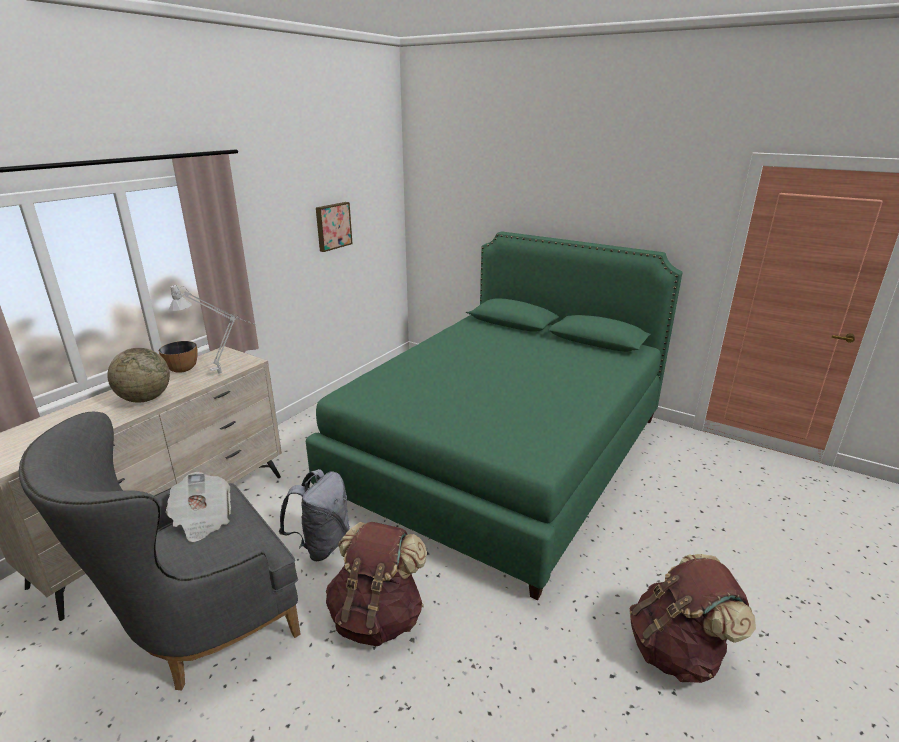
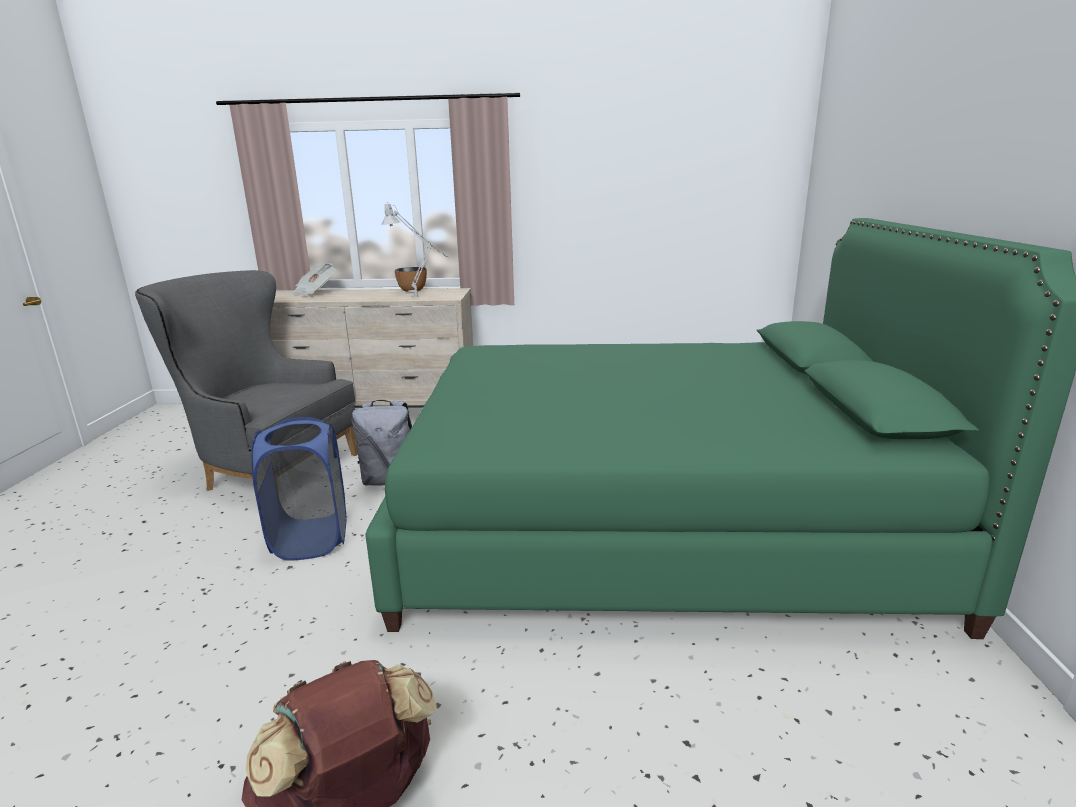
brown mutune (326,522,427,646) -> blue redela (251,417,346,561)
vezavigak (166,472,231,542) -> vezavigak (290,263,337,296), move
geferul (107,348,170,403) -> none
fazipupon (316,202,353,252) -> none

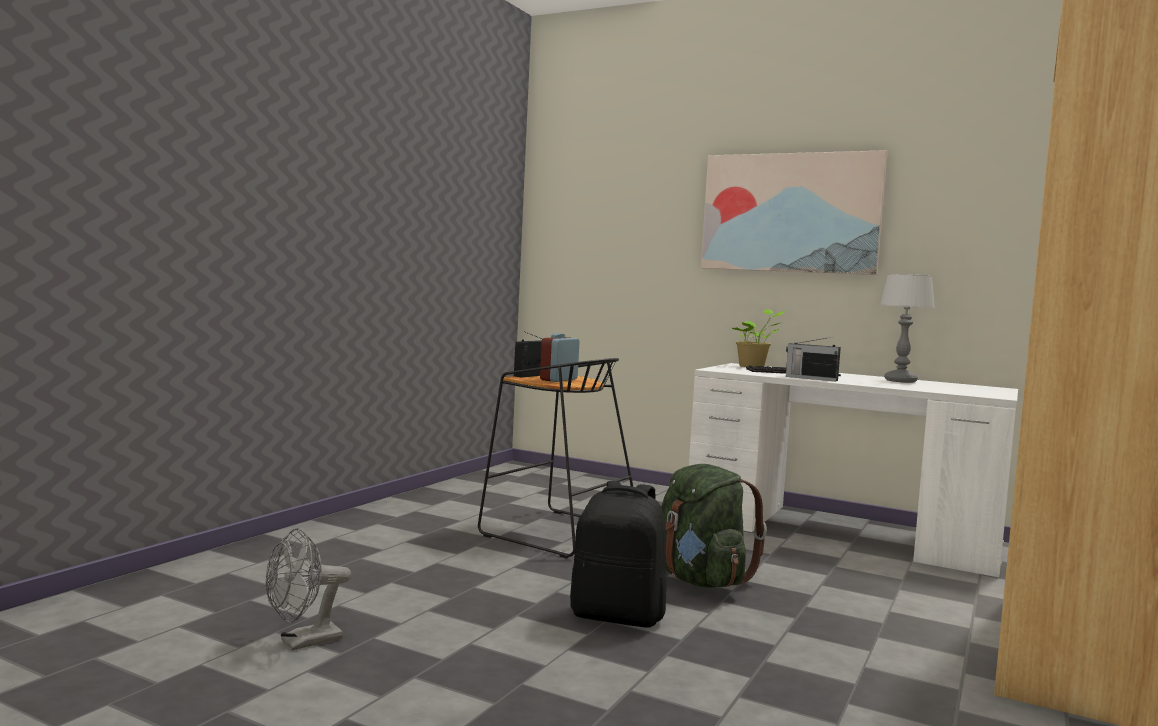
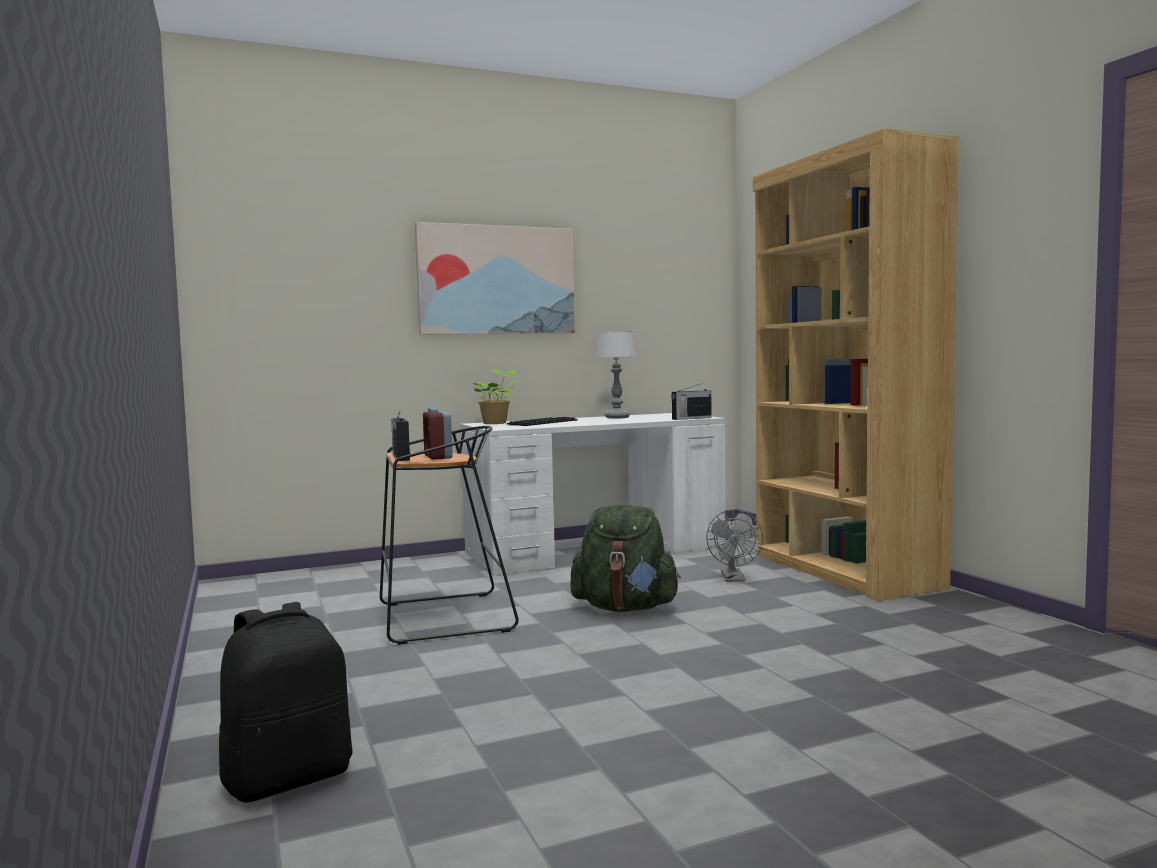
black mutune (570,481,667,628) -> black mutune (219,602,352,803), move
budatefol (786,337,841,382) -> budatefol (671,383,712,420), move
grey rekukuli (266,528,351,650) -> grey rekukuli (706,509,763,582), move

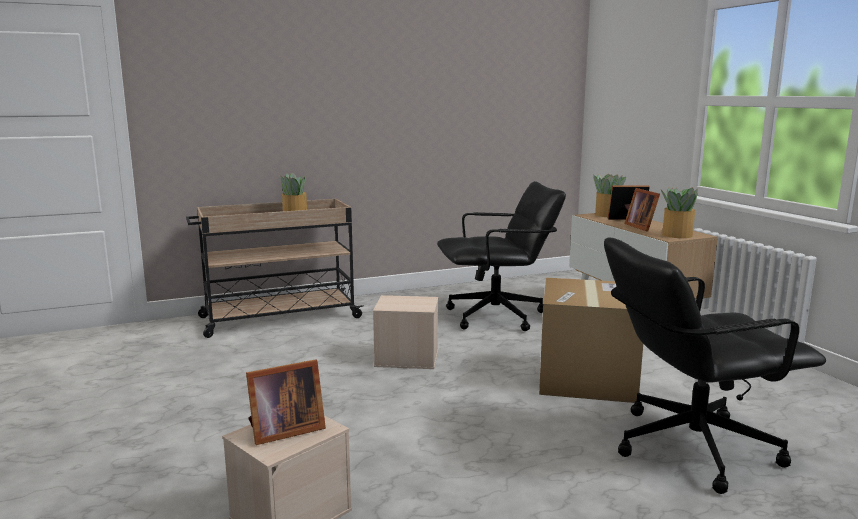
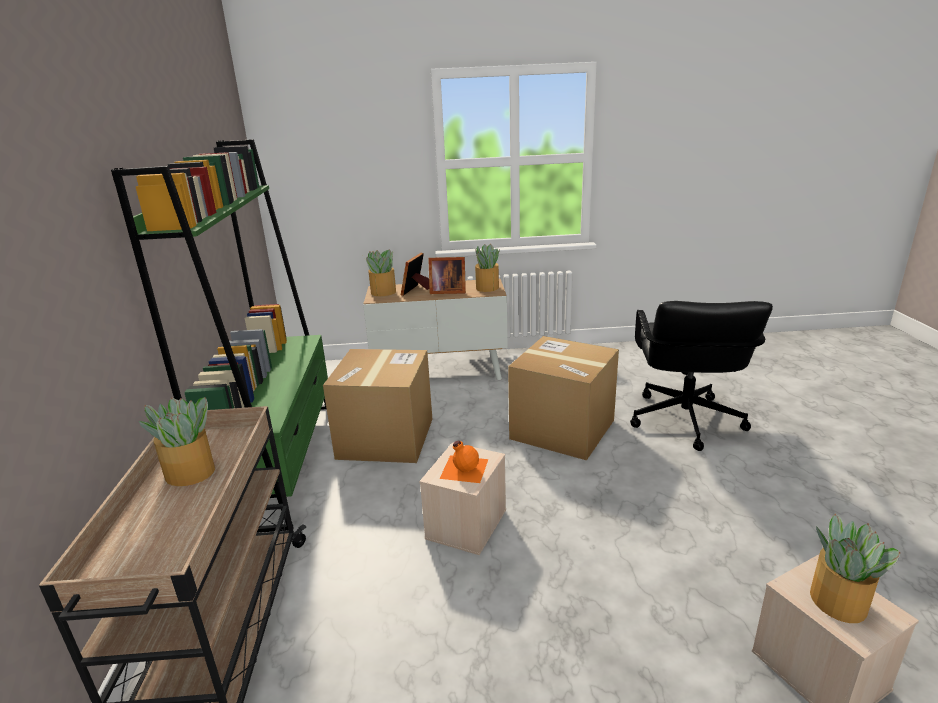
none -> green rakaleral (111,139,328,533)
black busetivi (437,181,566,331) -> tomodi (323,349,432,463)
none -> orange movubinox (440,440,489,483)
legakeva (246,359,326,445) -> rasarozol (810,514,900,623)

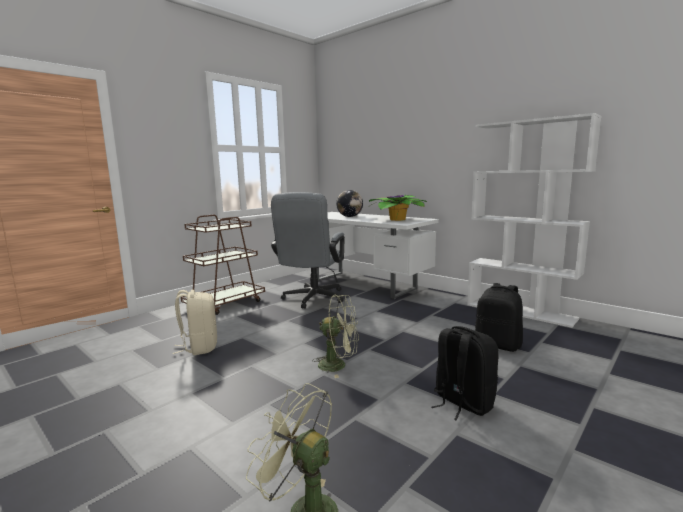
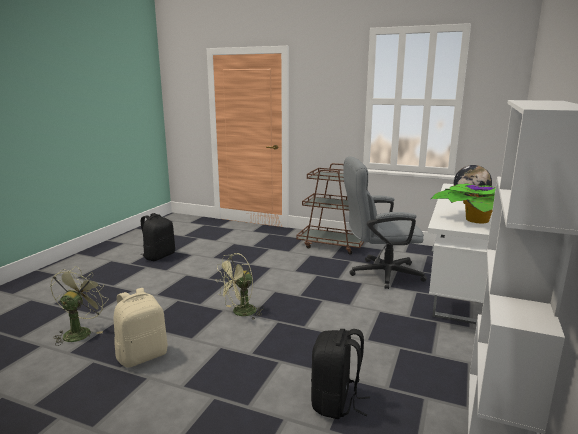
beige mutune (172,290,217,355) -> beige mutune (114,288,168,368), move
black mutune (432,326,499,421) -> black mutune (141,213,175,261), move
green rekukuli (312,295,359,378) -> green rekukuli (216,253,264,319), 60 degrees clockwise

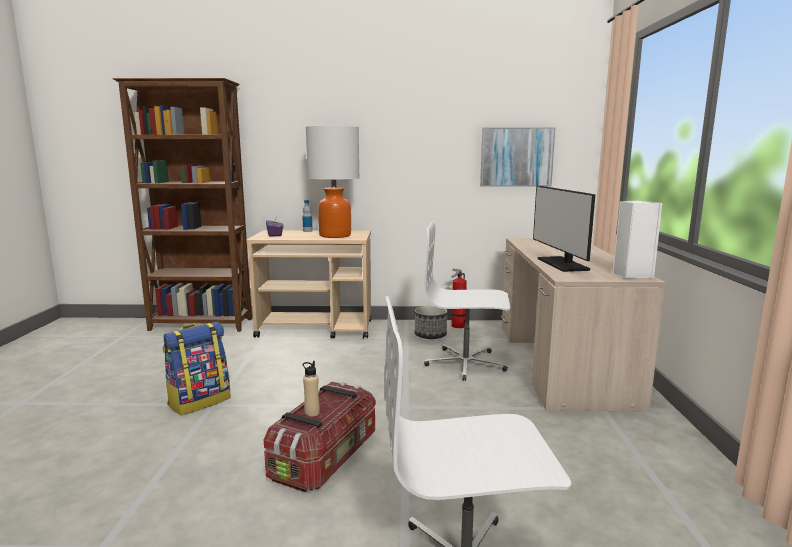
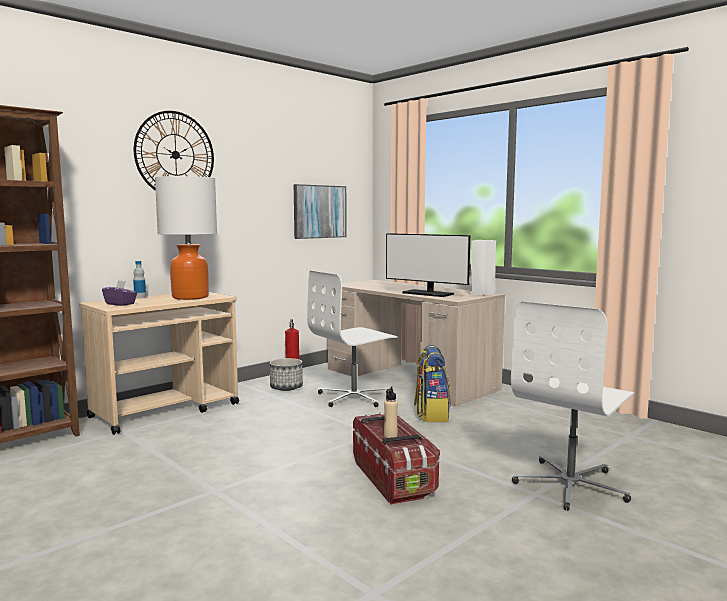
none -> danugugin (134,111,214,191)
mutune (163,322,231,415) -> mutune (414,345,451,422), move

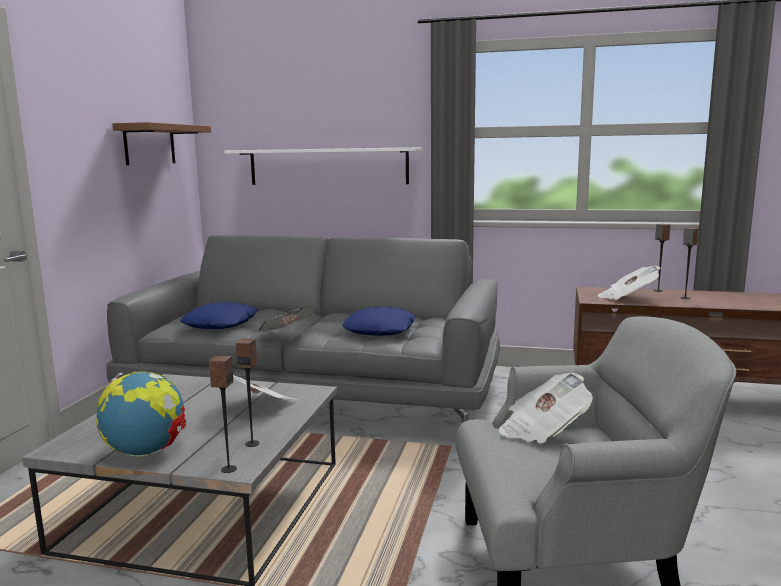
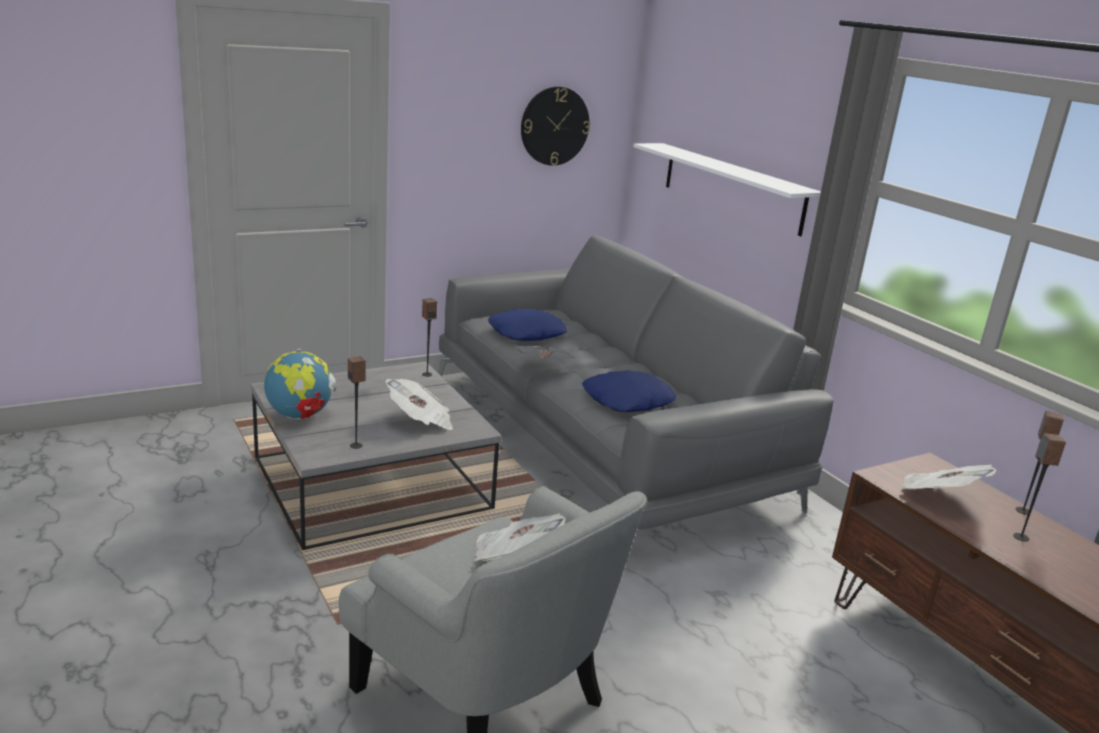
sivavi (209,356,237,473) -> sivavi (422,298,437,377), move
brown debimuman (112,122,211,165) -> danugugin (521,87,590,166)

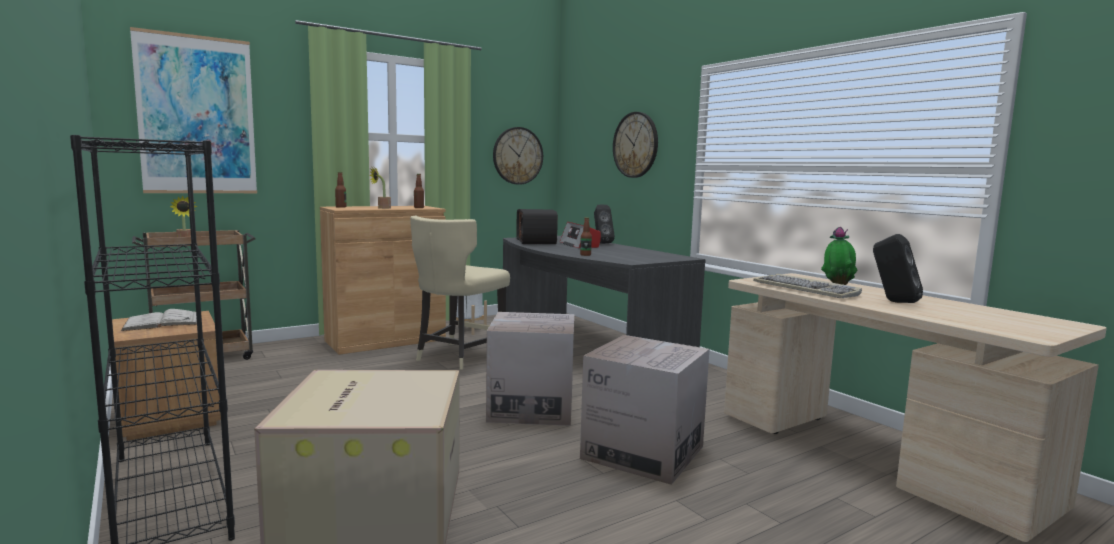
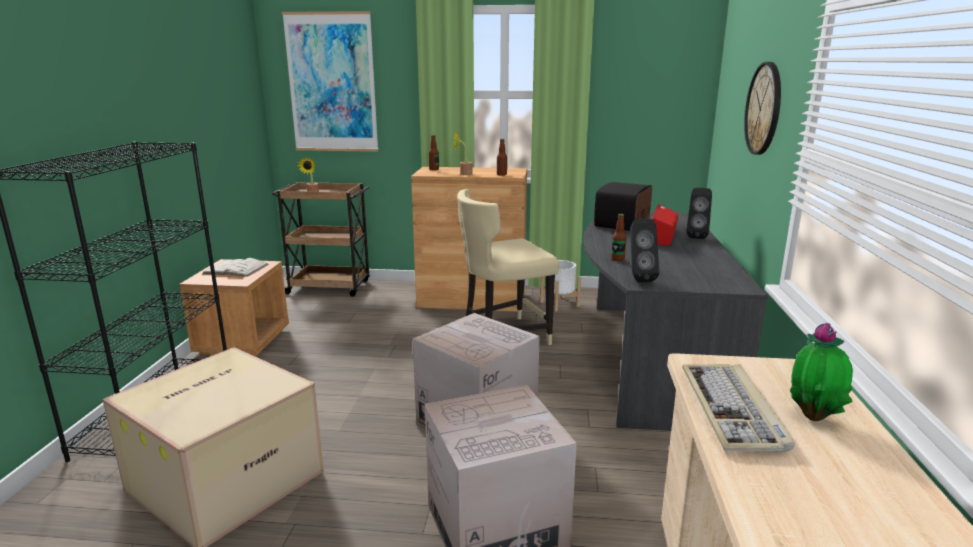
black sivavi (873,234,923,303) -> black sivavi (630,218,659,282), move
danugugin (493,127,543,185) -> none

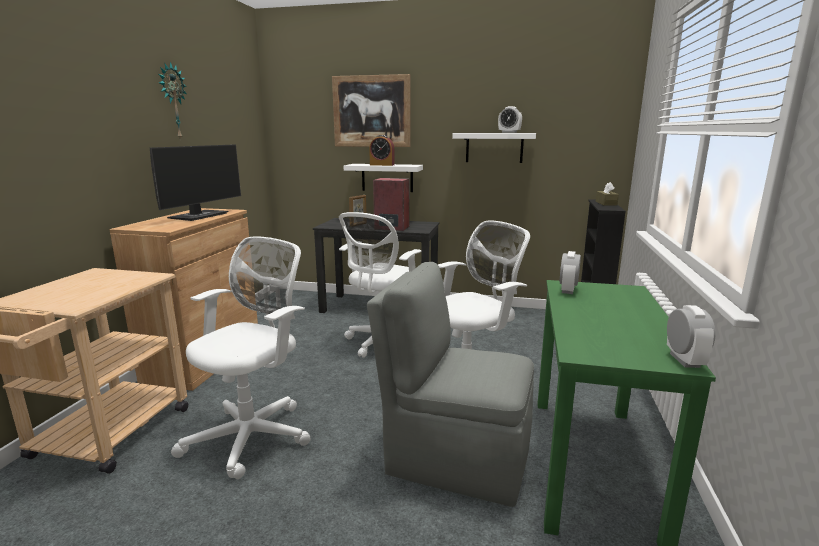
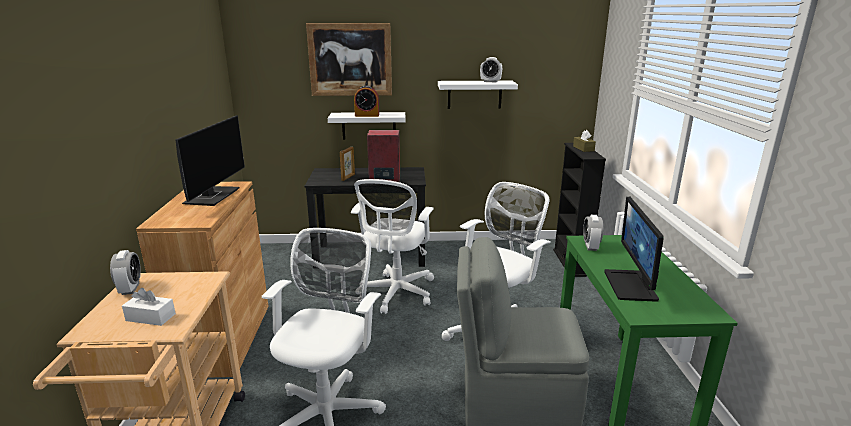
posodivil (667,305,716,368) -> posodivil (110,250,141,295), move
none -> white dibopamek (122,288,176,326)
none -> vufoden (604,197,664,302)
danugugin (158,62,187,140) -> none

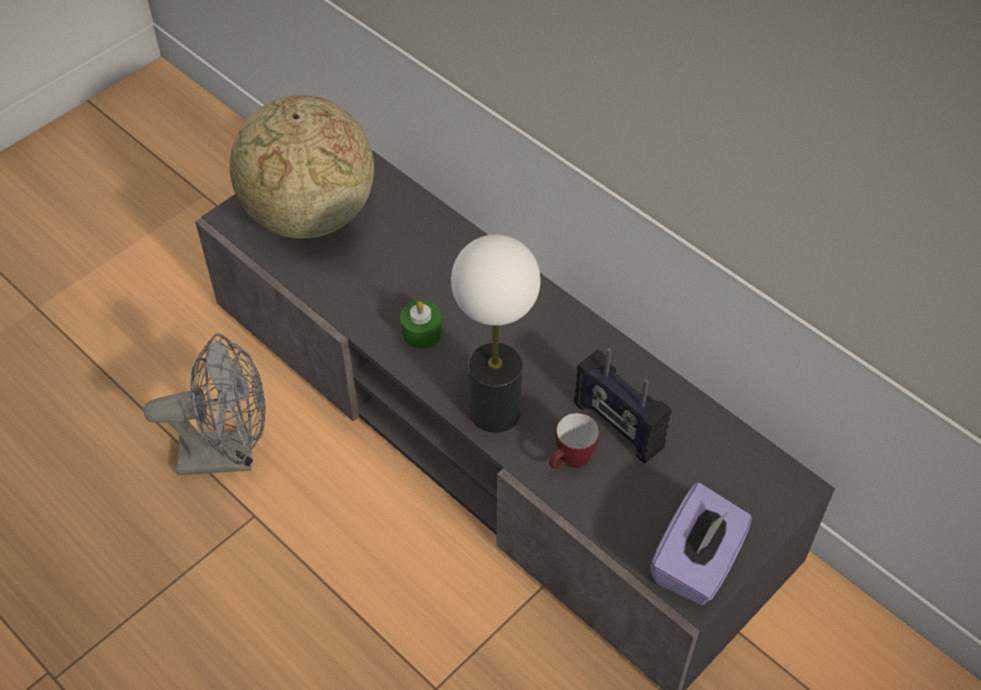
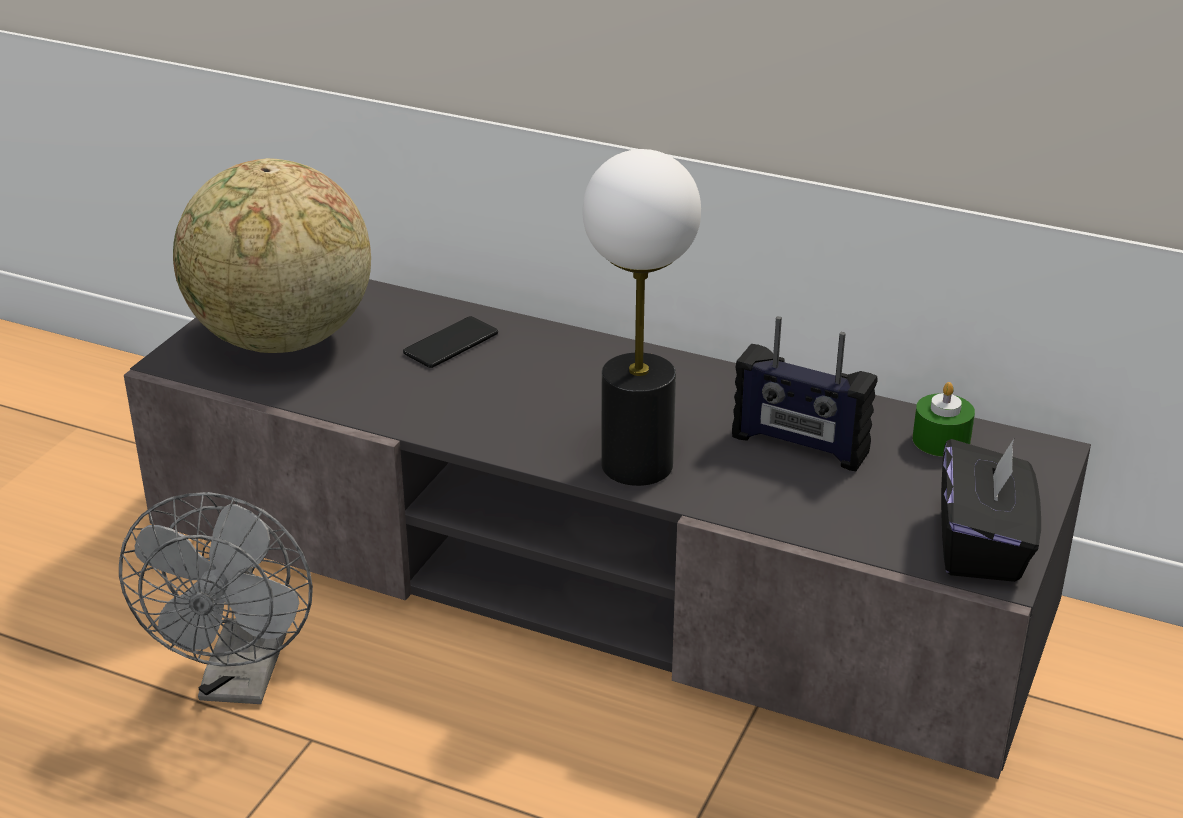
grey rekukuli (144,334,266,475) -> grey rekukuli (119,492,313,704), 120 degrees clockwise
none -> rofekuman (403,316,498,368)
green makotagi (400,300,442,349) -> green makotagi (913,382,975,457), move
purple dibopamek (650,482,752,605) -> black dibopamek (941,439,1041,582)
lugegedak (549,413,599,469) -> none

